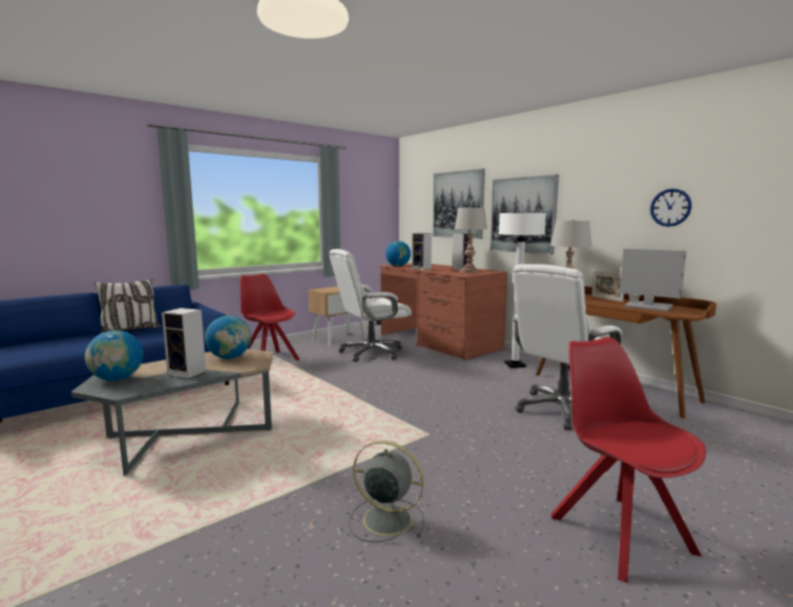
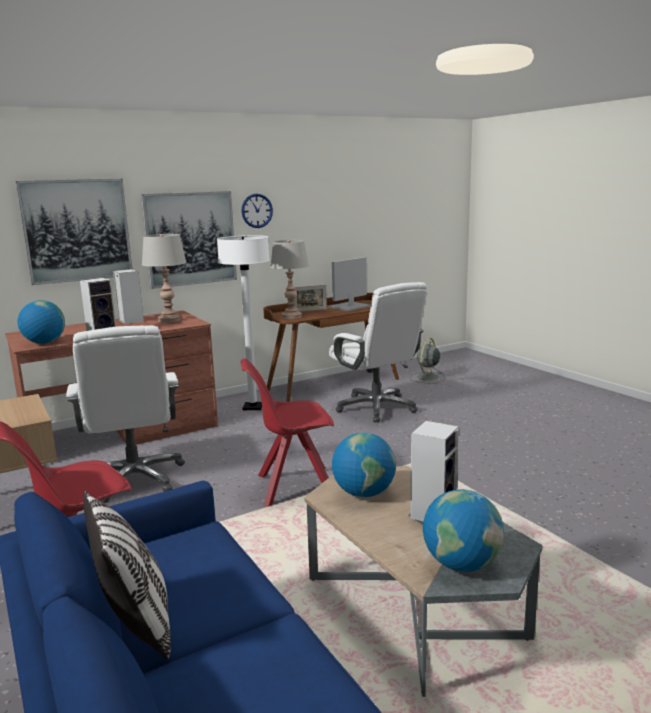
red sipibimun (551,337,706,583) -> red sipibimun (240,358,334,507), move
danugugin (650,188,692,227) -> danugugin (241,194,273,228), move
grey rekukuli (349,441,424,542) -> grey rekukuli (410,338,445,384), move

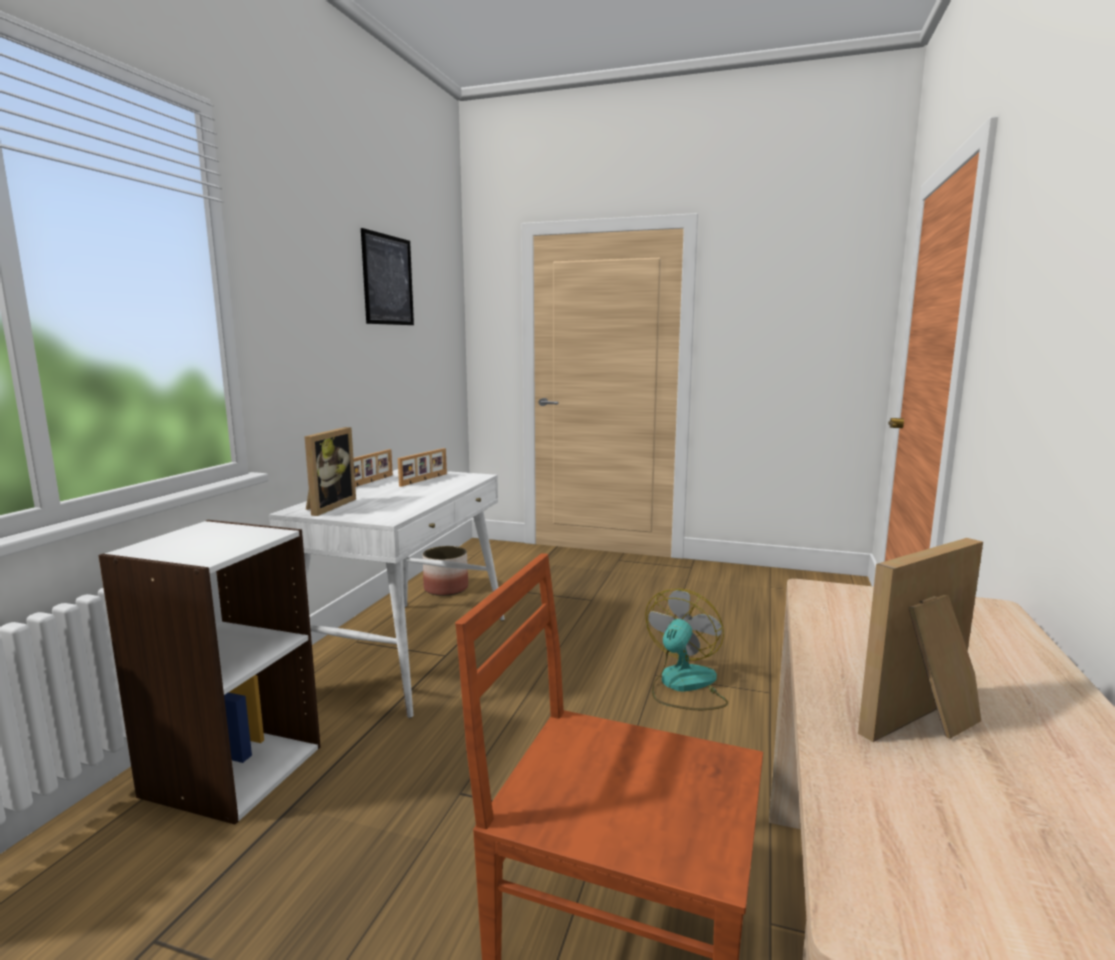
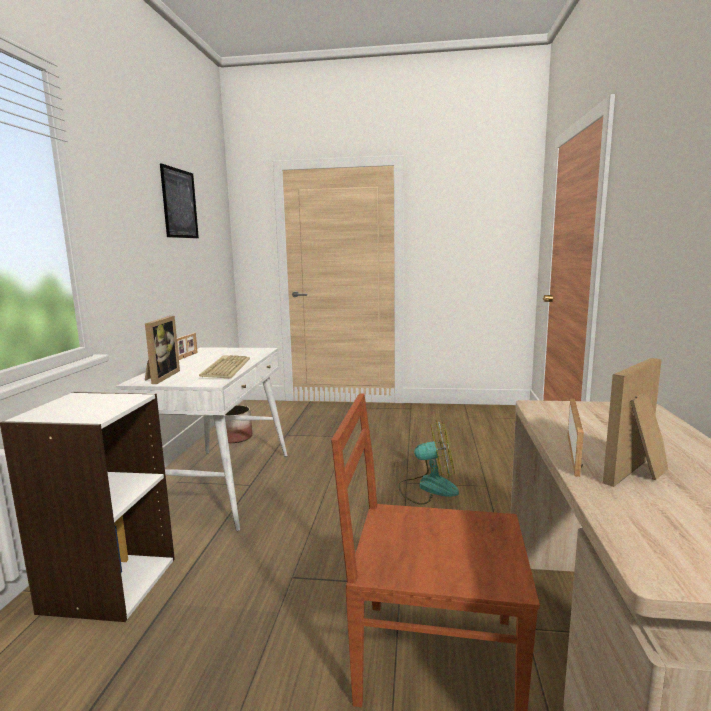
none -> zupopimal (199,355,250,379)
rekukuli (645,589,728,710) -> rekukuli (398,420,459,505), 75 degrees clockwise
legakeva (398,448,447,487) -> legakeva (568,398,584,477), move

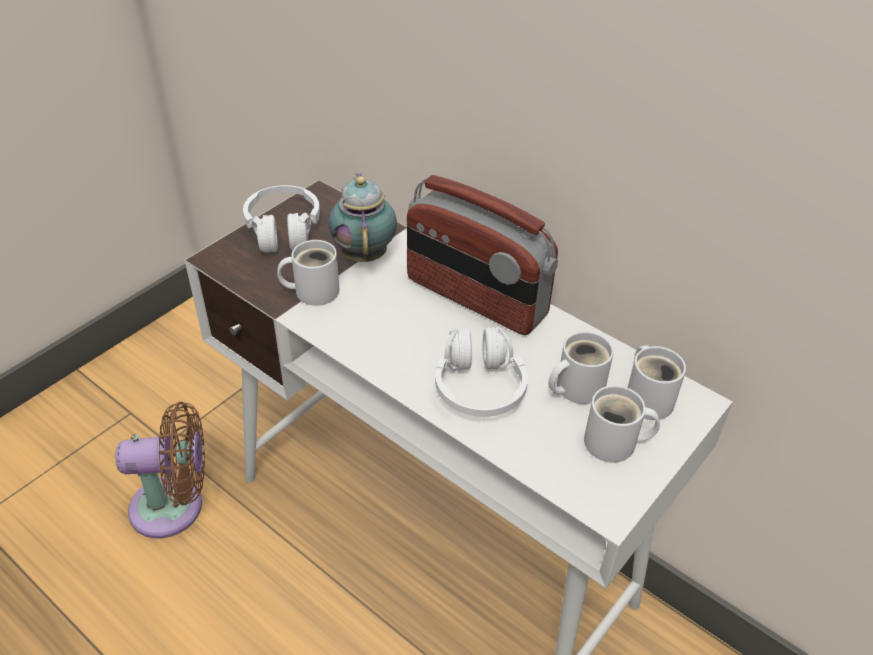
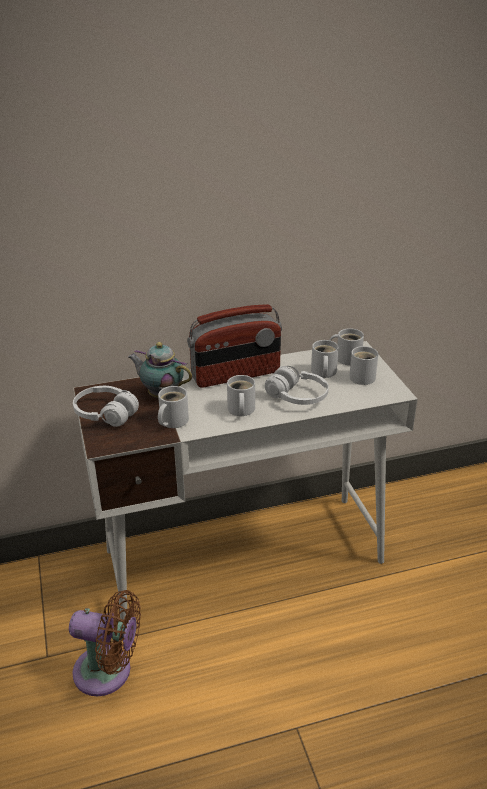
brown rekukuli (115,402,205,539) -> brown rekukuli (69,590,141,696), 75 degrees clockwise
none -> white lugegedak (227,375,255,416)

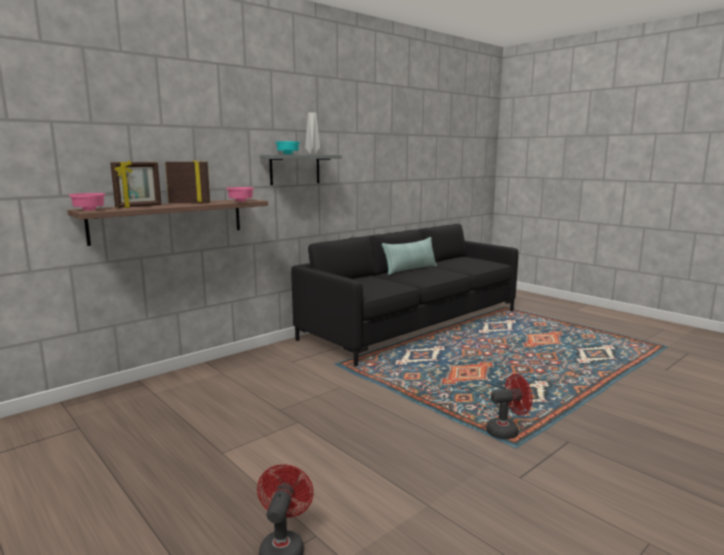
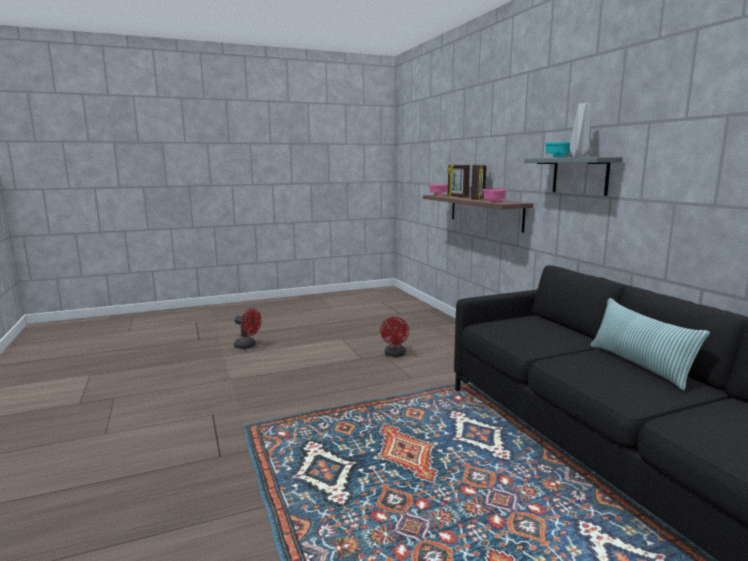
red rekukuli (486,374,532,439) -> red rekukuli (380,317,409,357), move

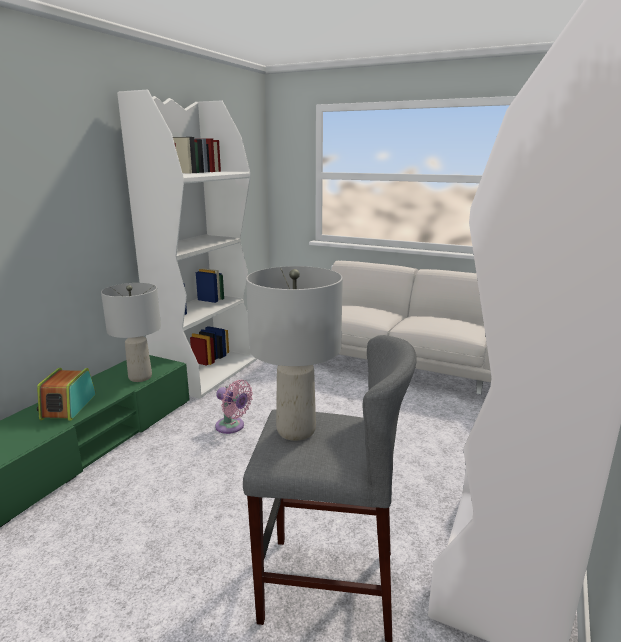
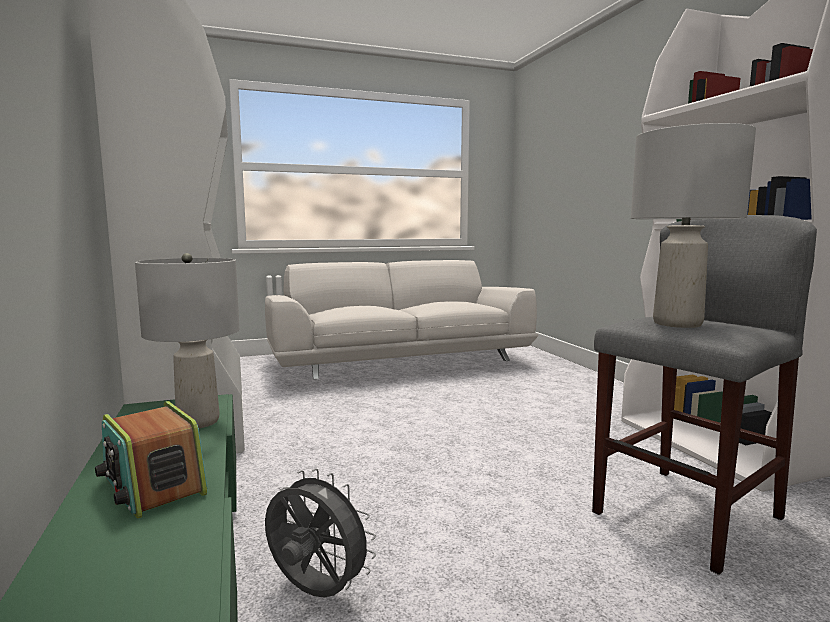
none -> grey rekukuli (265,469,376,598)
pink rekukuli (215,380,253,434) -> none

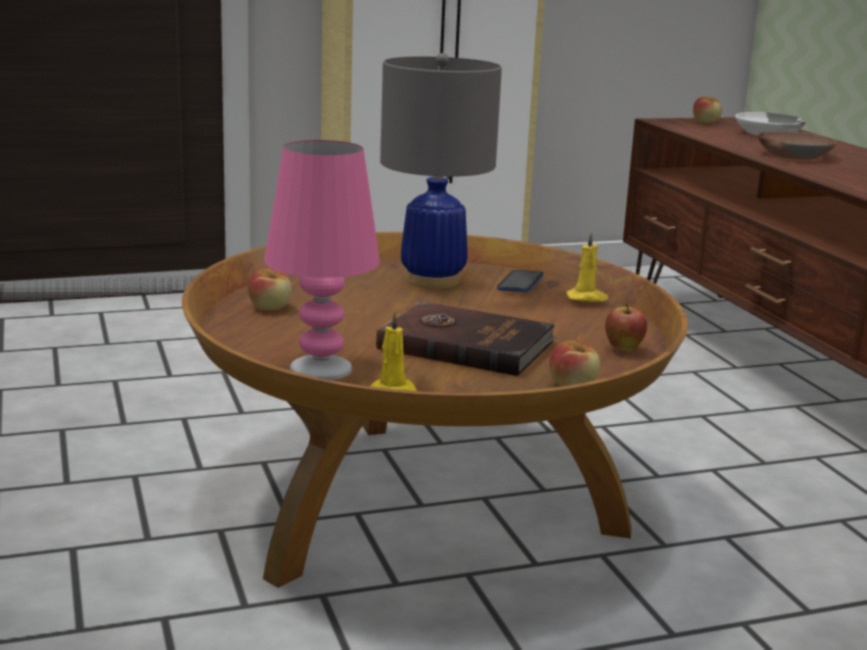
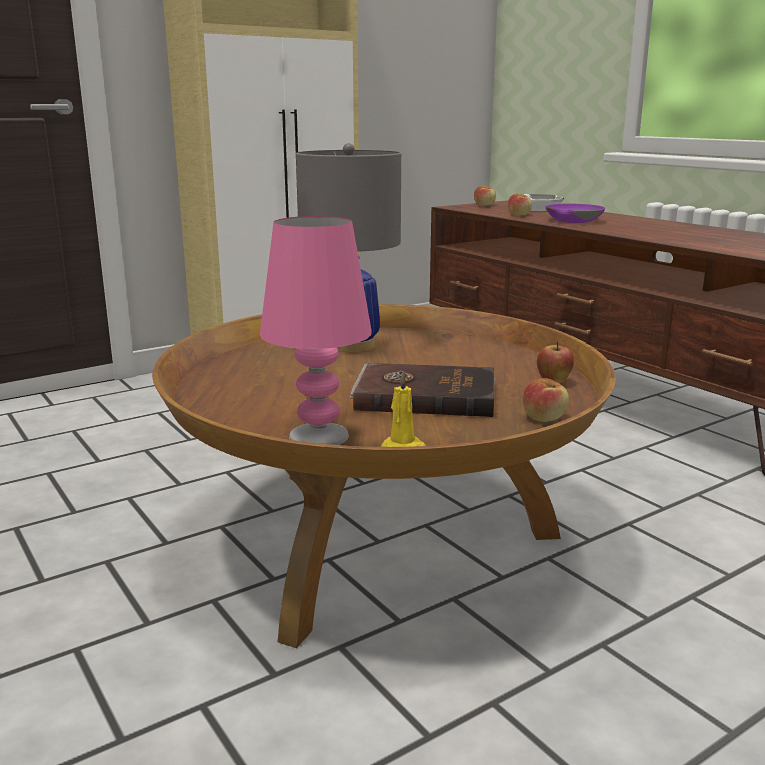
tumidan (248,269,292,311) -> tumidan (508,194,532,216), move
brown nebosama (758,131,837,160) -> purple nebosama (546,204,605,223)
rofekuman (497,270,543,292) -> none
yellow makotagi (566,231,609,302) -> none

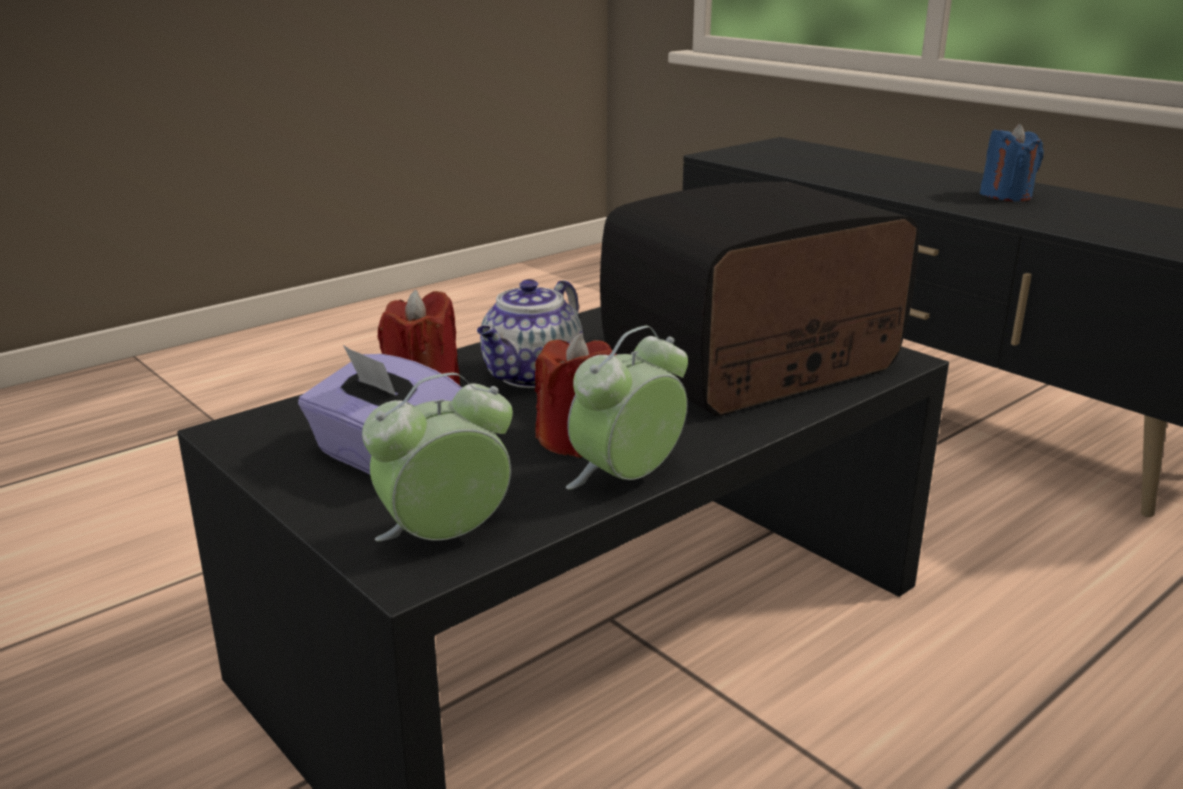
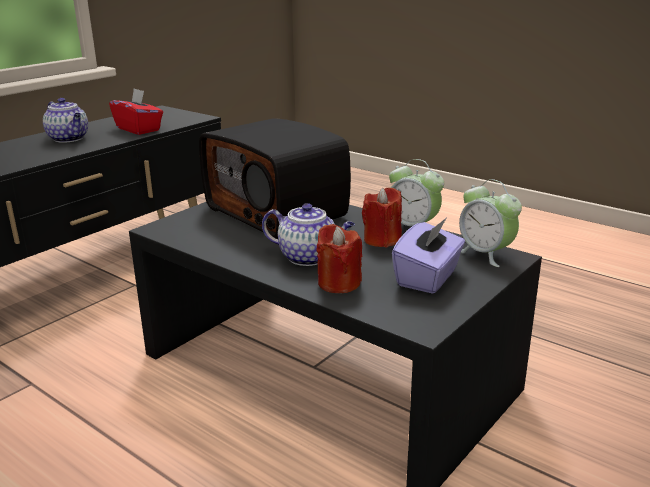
blue makotagi (980,124,1043,202) -> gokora (43,98,88,143)
none -> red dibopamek (109,88,163,135)

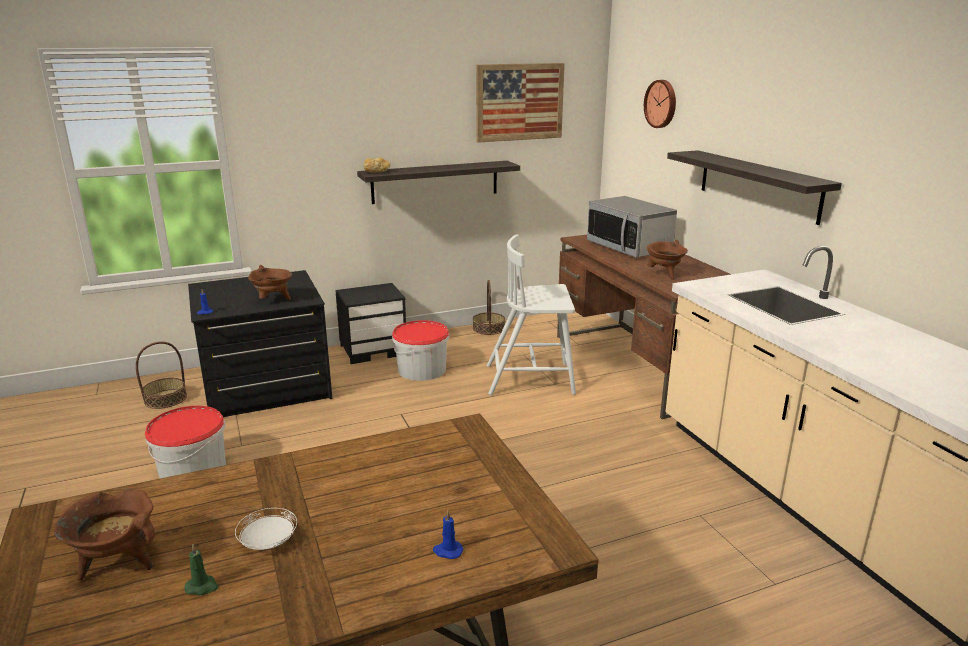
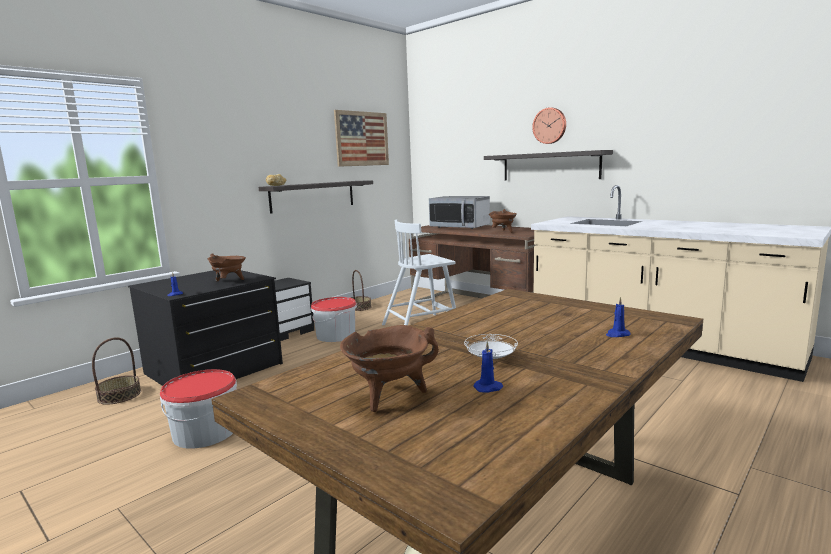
green makotagi (184,544,219,595) -> blue makotagi (473,341,503,393)
danugugin (644,80,676,128) -> danugugin (532,107,566,144), move

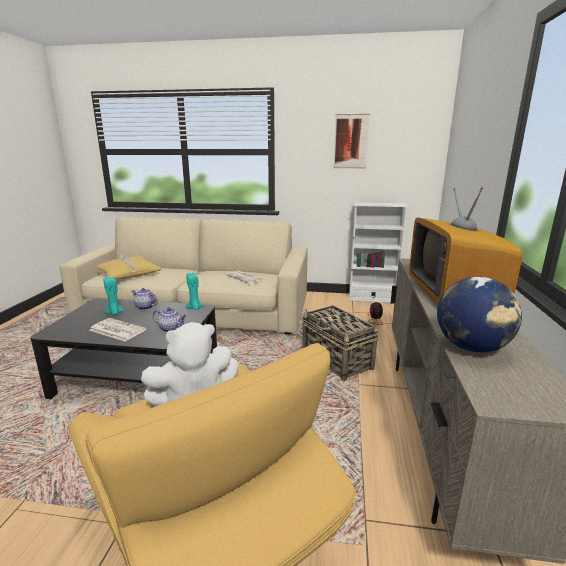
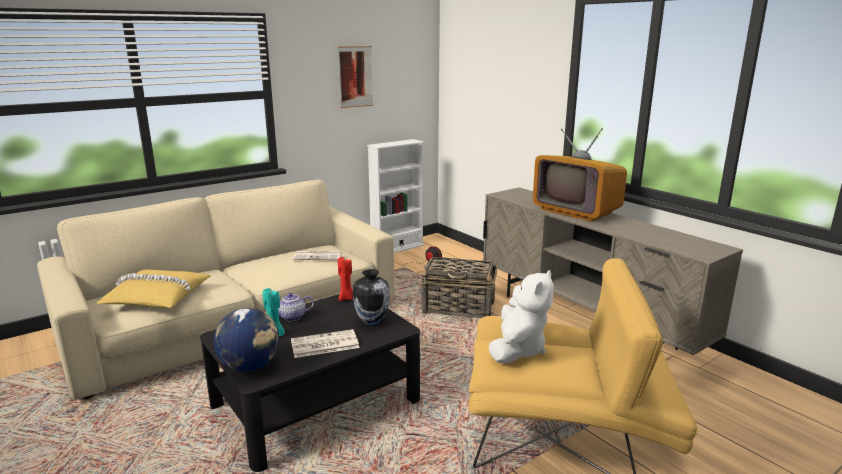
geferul (437,277,522,353) -> geferul (214,308,279,372), move
turquoise makotagi (185,273,204,310) -> red makotagi (338,256,353,301)
gokora (153,308,187,332) -> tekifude (353,269,390,325)

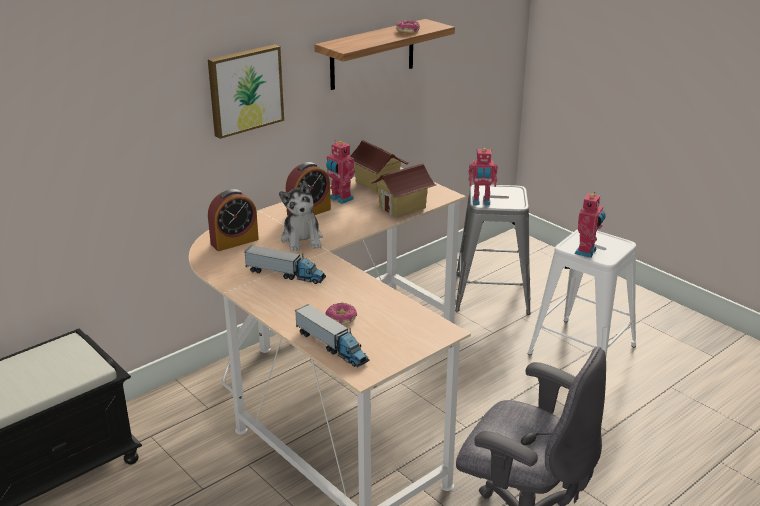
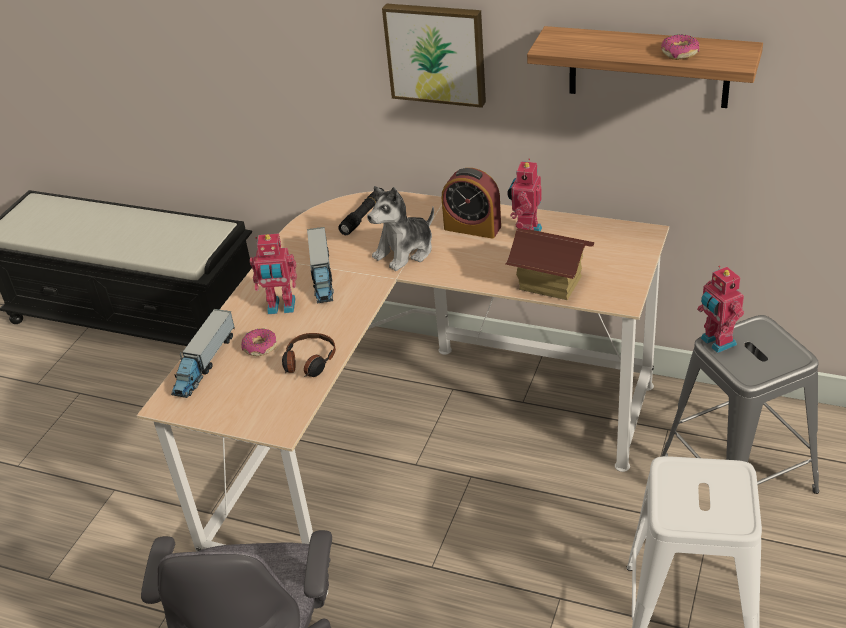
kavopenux (574,192,606,258) -> kavopenux (250,234,297,314), move
none -> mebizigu (282,333,336,377)
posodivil (208,189,259,251) -> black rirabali (338,188,384,235)
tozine (350,140,409,193) -> none

